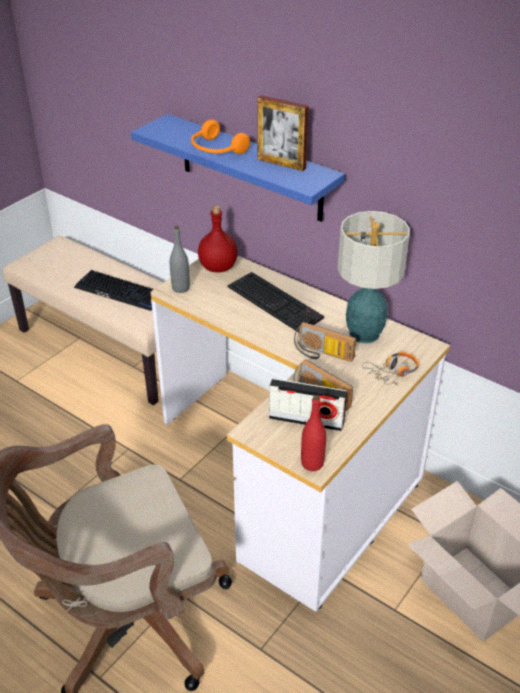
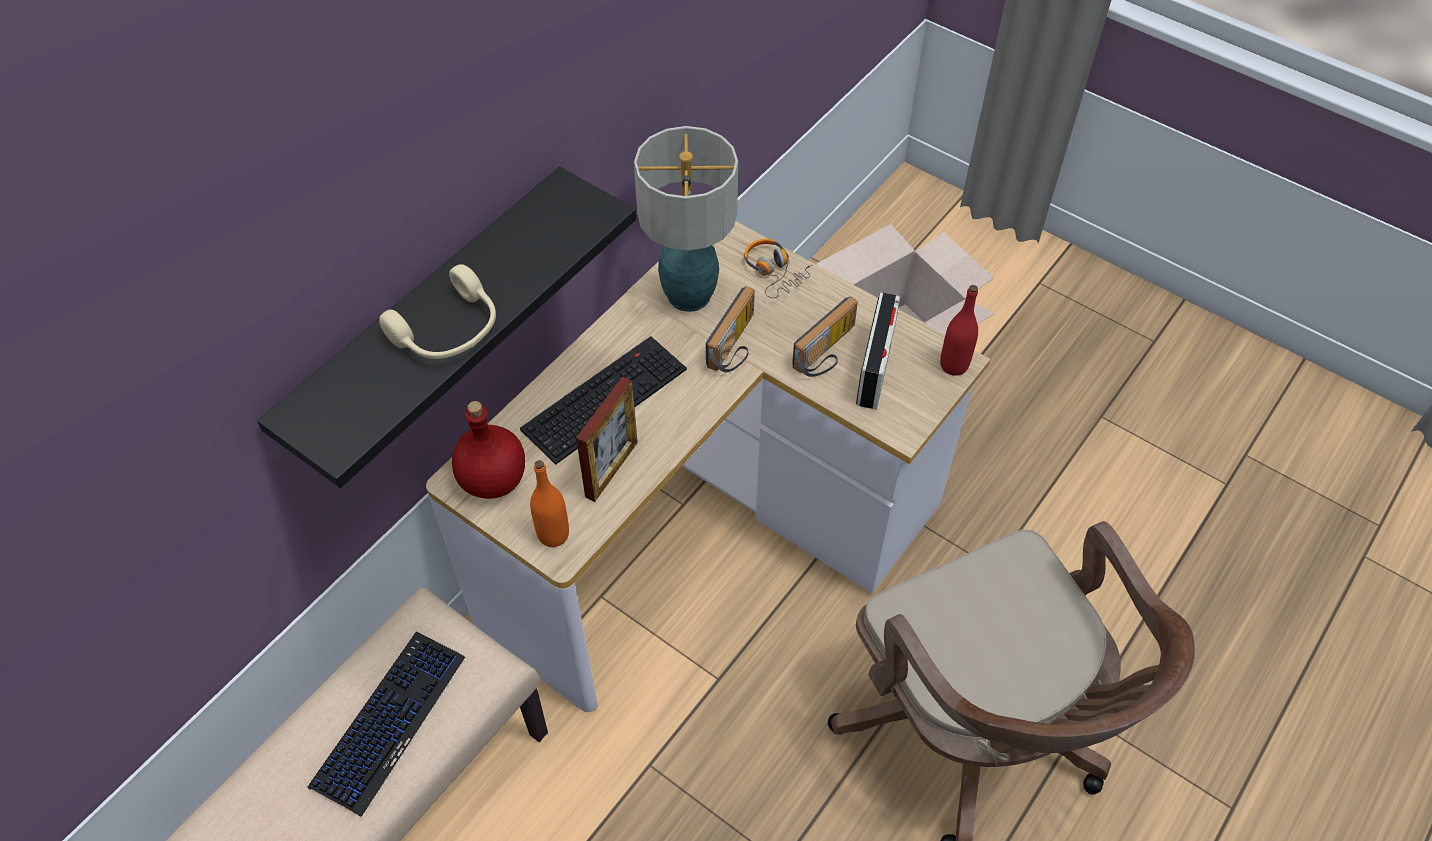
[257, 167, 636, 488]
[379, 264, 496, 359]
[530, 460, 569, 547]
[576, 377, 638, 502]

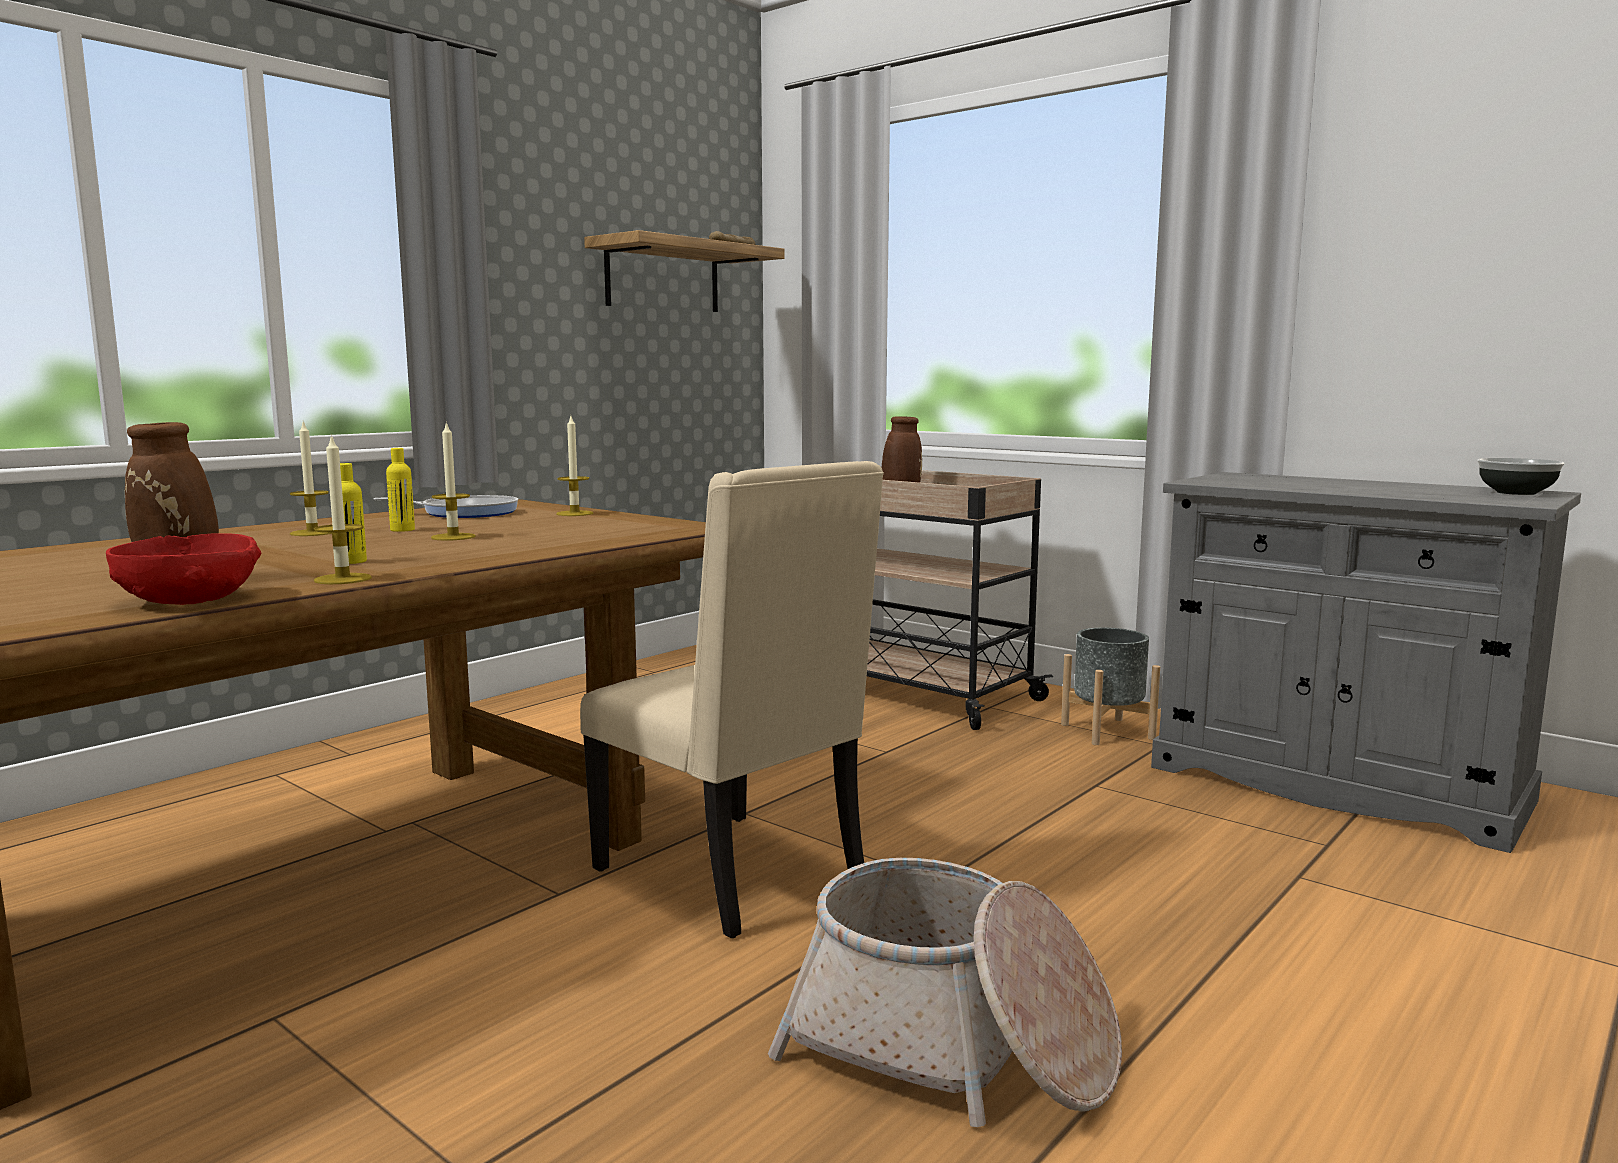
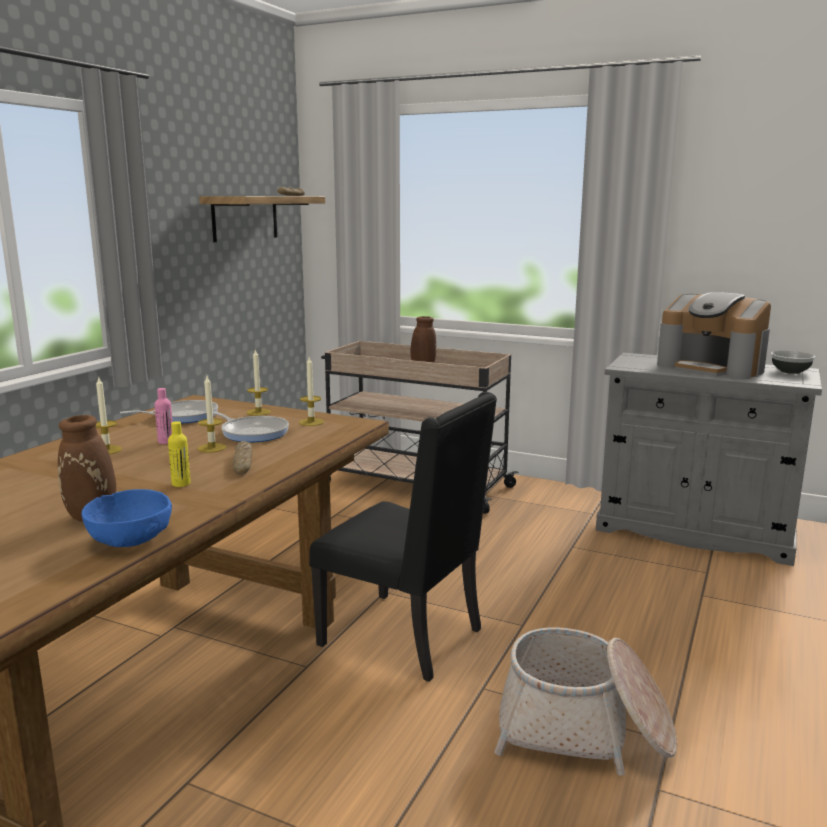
[82, 489, 172, 547]
[154, 388, 173, 444]
[213, 411, 289, 443]
[233, 441, 252, 475]
[299, 357, 324, 426]
[310, 392, 497, 682]
[657, 292, 771, 379]
[1061, 628, 1160, 745] (first image)

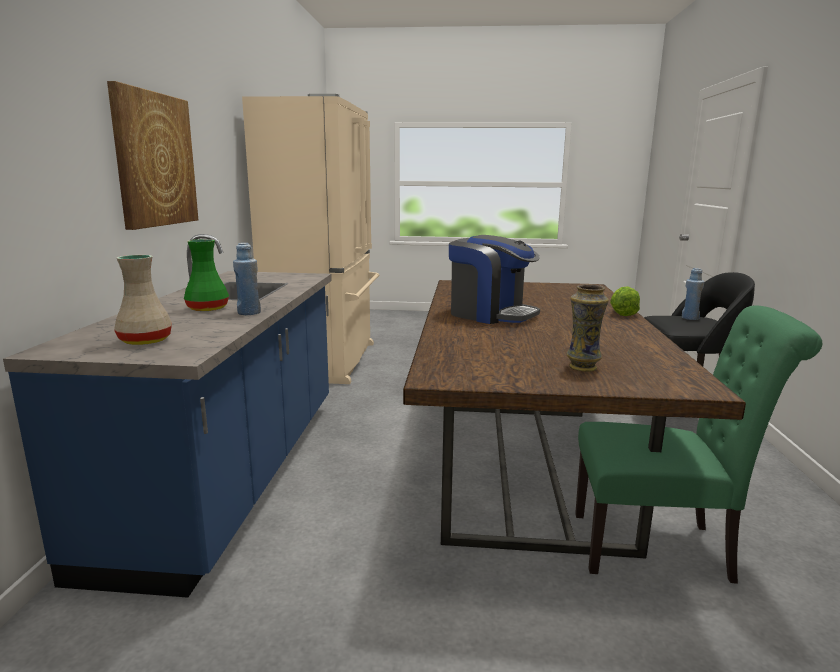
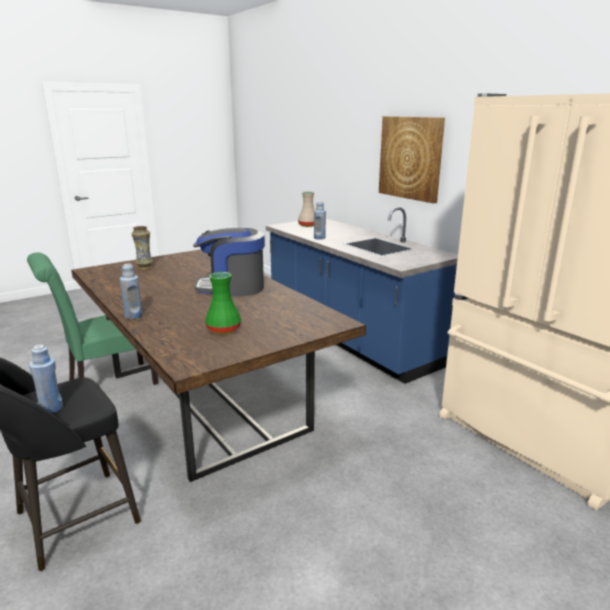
[120, 264, 143, 319]
[205, 272, 241, 334]

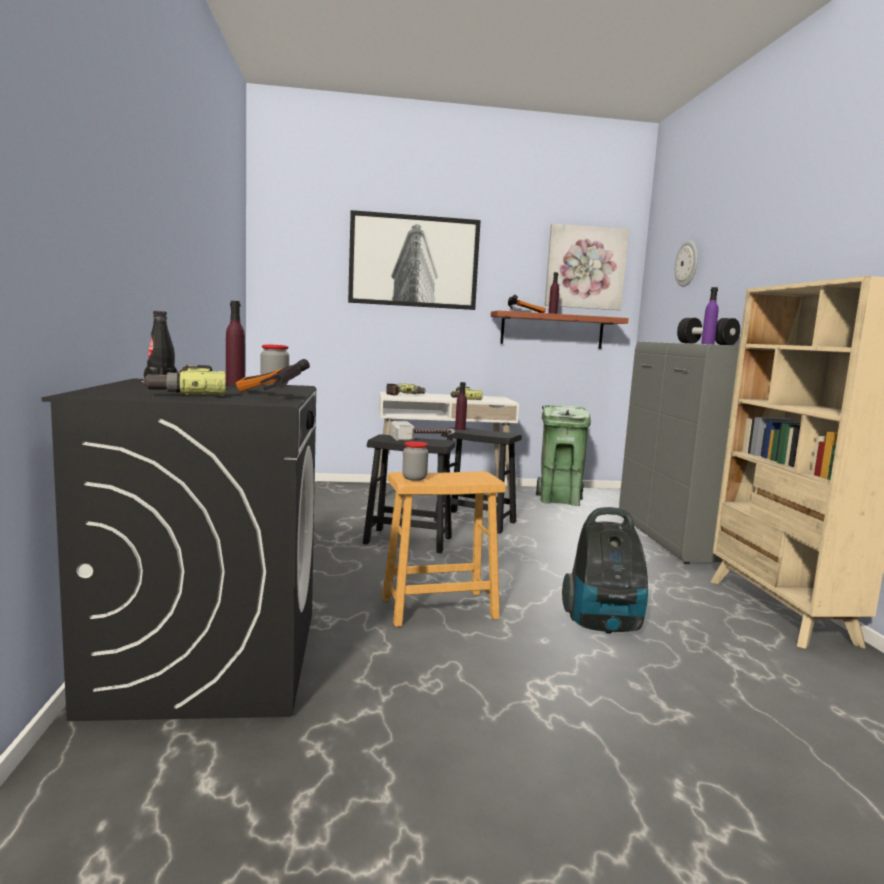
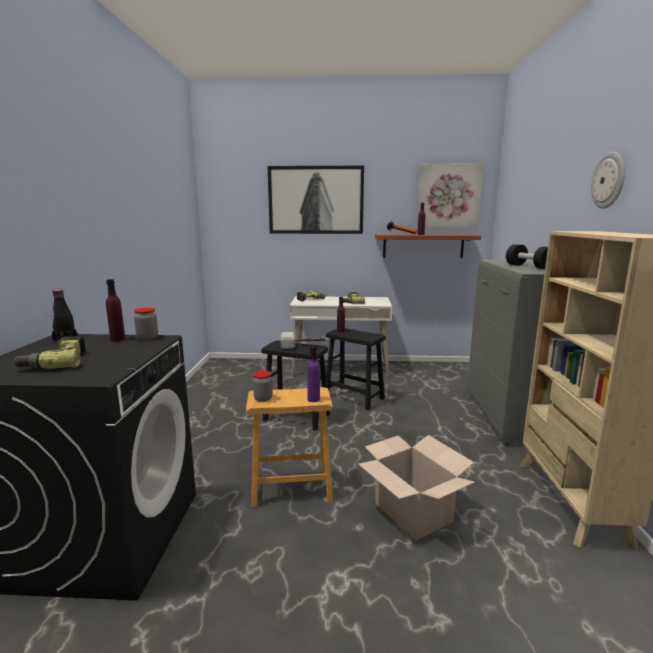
[307, 346, 320, 402]
[358, 435, 475, 540]
[591, 152, 625, 209]
[235, 359, 310, 392] (first image)
[536, 405, 591, 506] (first image)

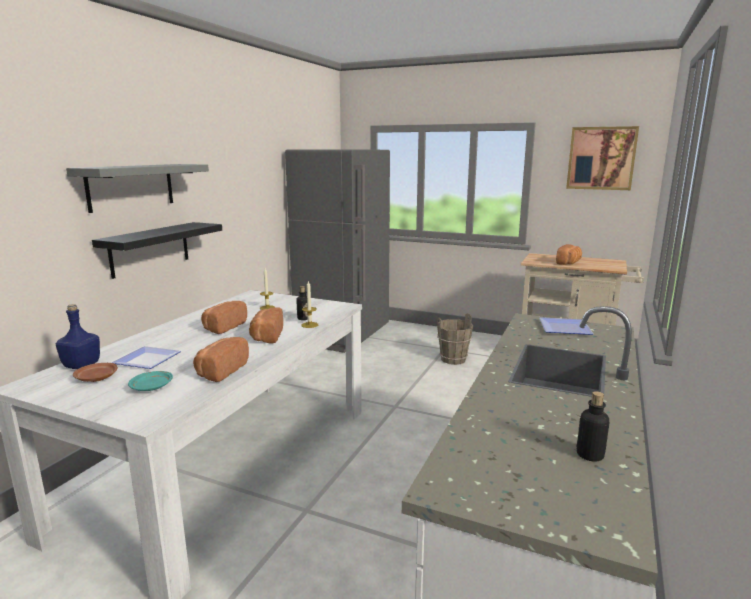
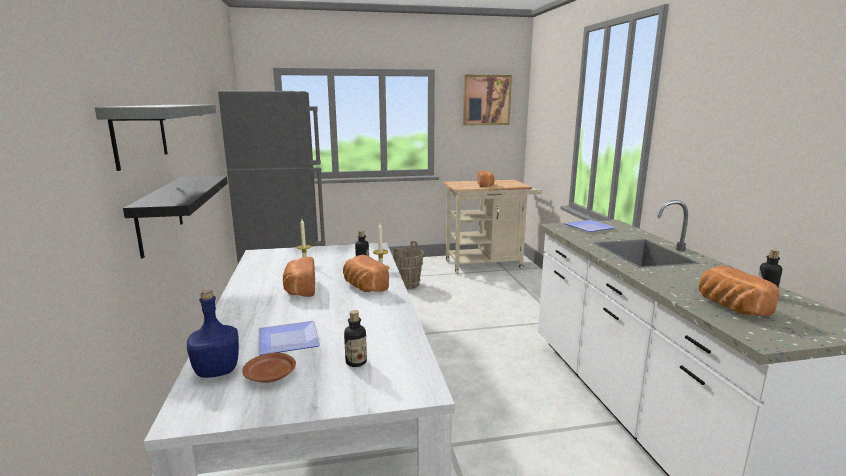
[344, 310, 367, 367]
[699, 265, 780, 316]

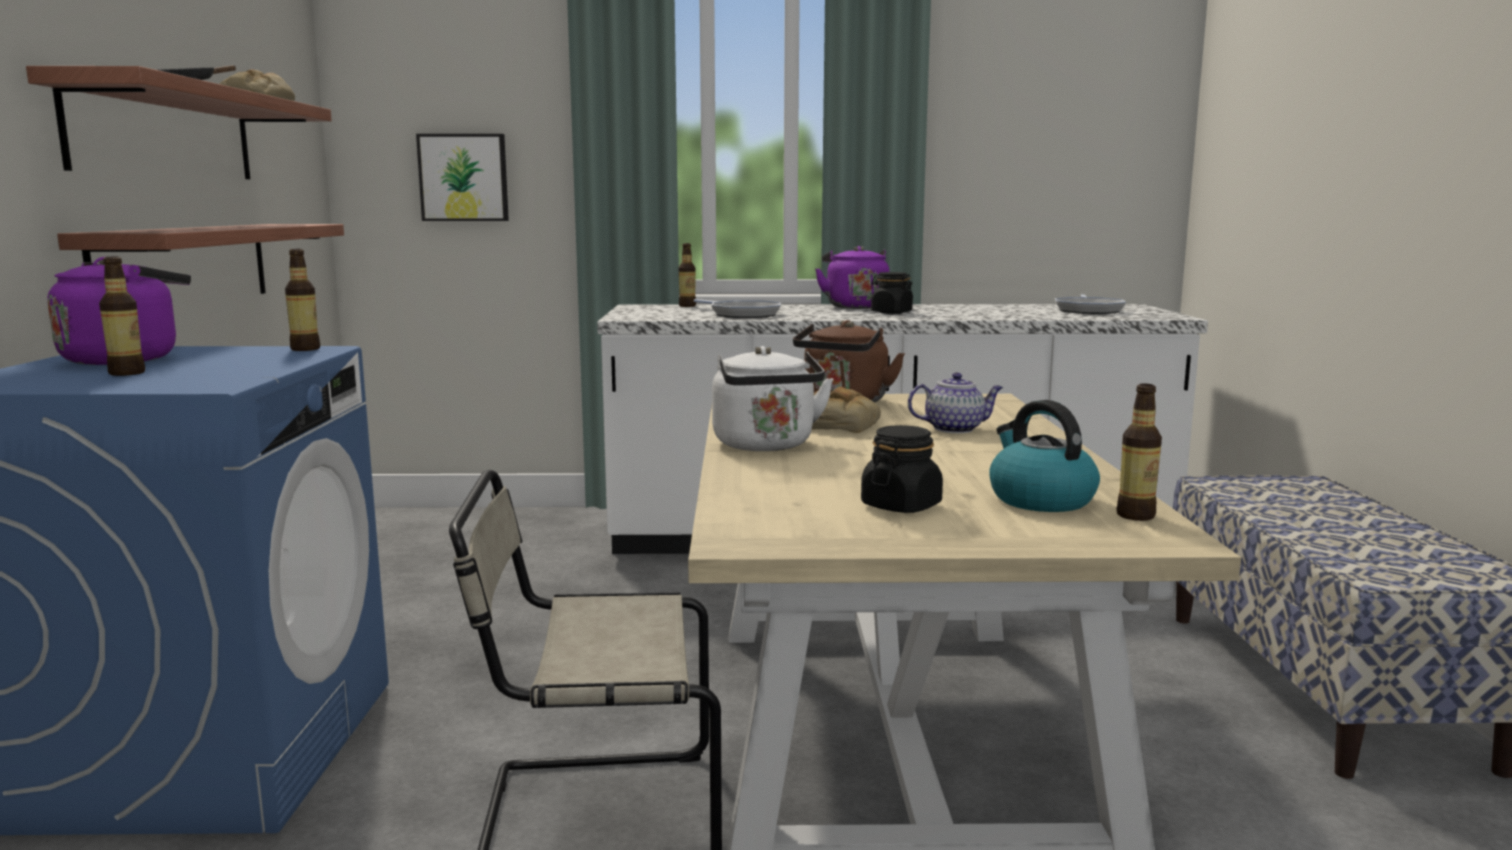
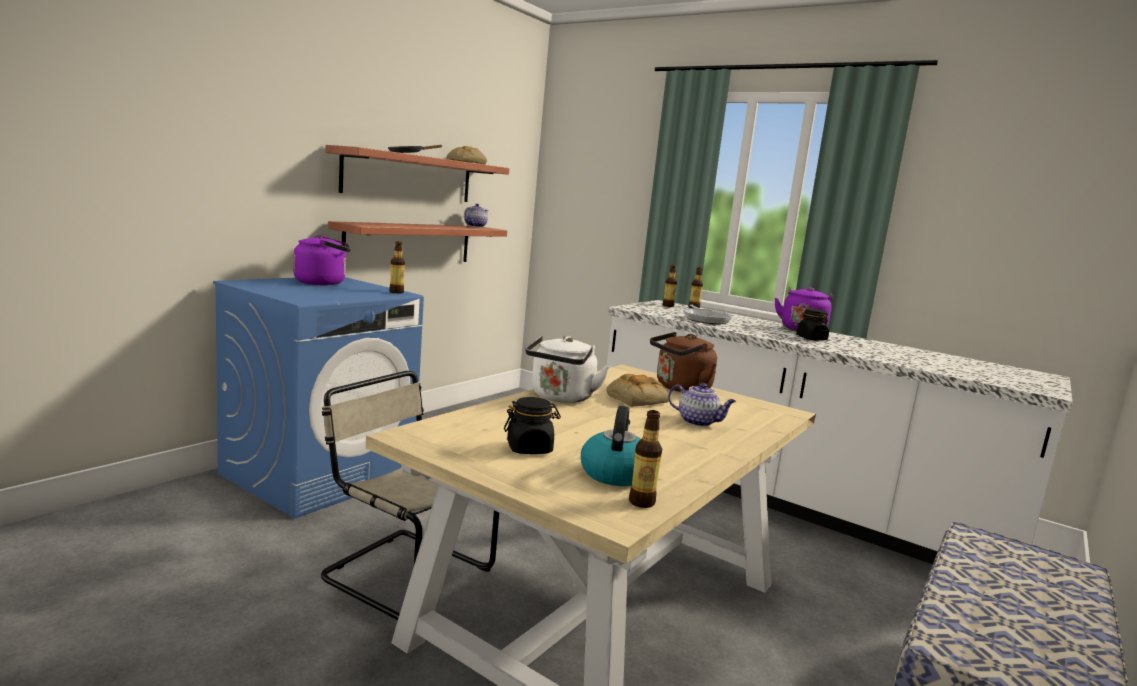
[464, 204, 489, 228]
[663, 265, 677, 307]
[416, 134, 509, 221] (first image)
[1055, 294, 1126, 314] (first image)

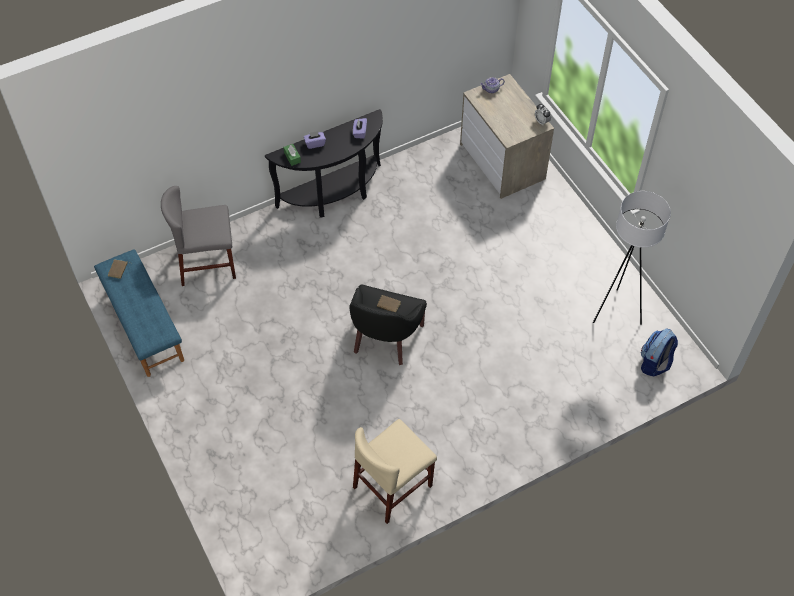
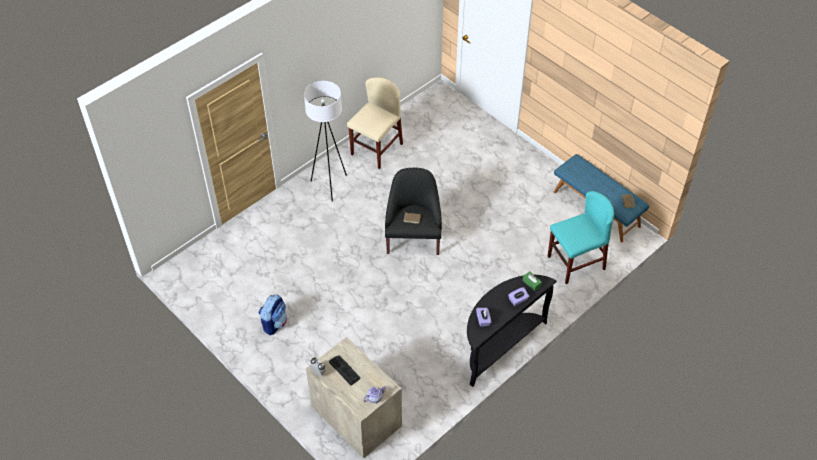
[259, 294, 287, 335]
[304, 81, 347, 201]
[329, 355, 360, 385]
[547, 191, 614, 284]

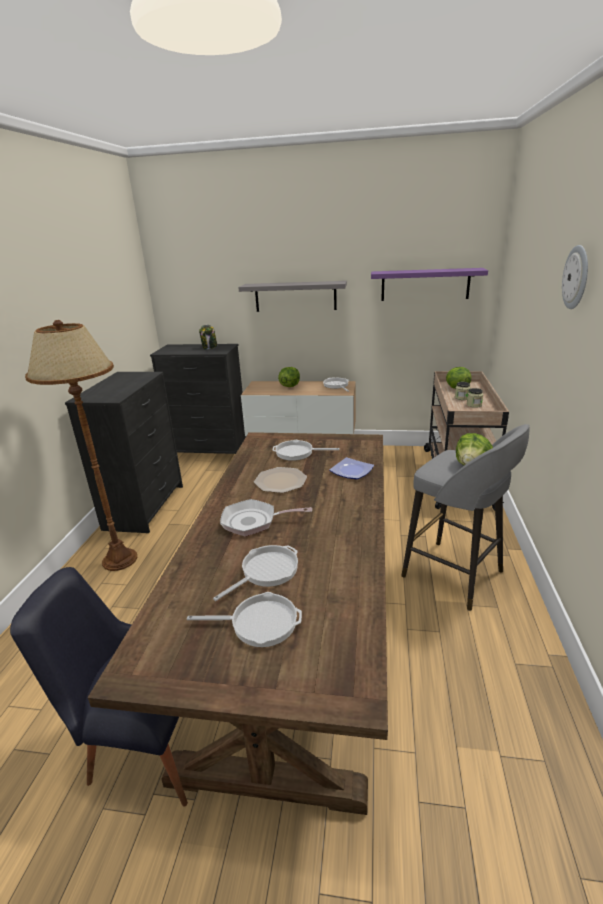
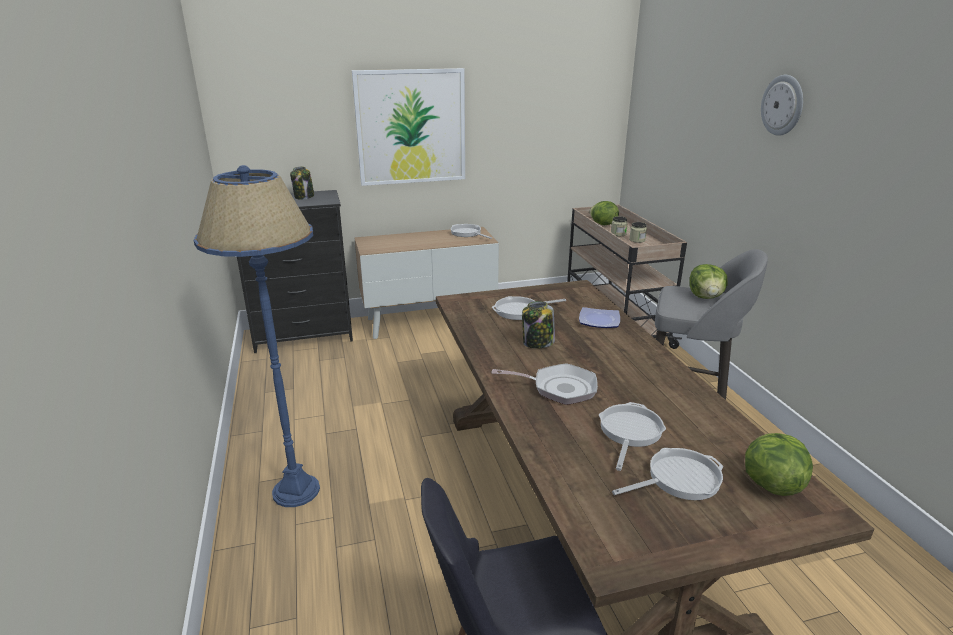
[193, 165, 320, 507]
[352, 68, 465, 186]
[492, 363, 598, 405]
[522, 301, 555, 348]
[745, 433, 813, 496]
[65, 372, 183, 533] (first image)
[371, 268, 488, 301] (first image)

